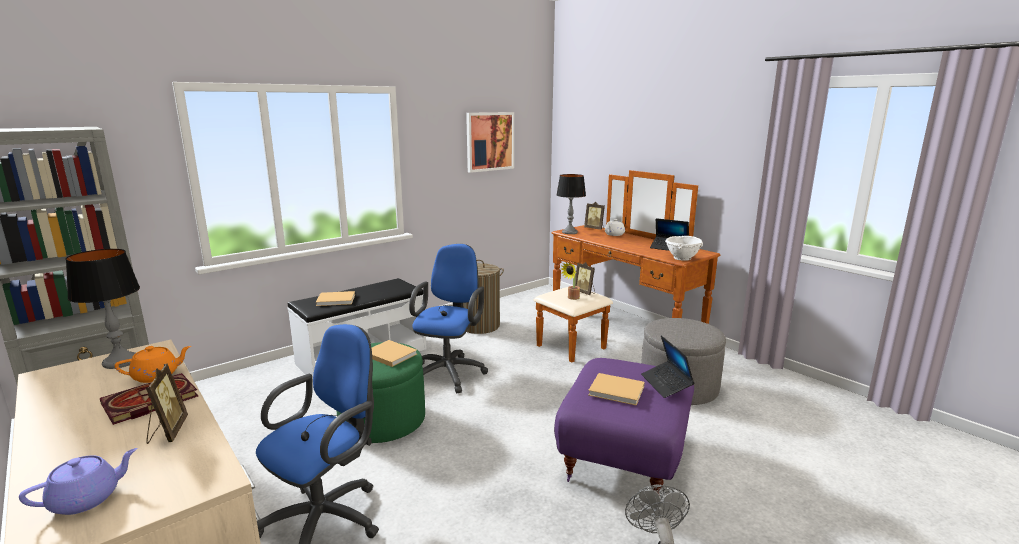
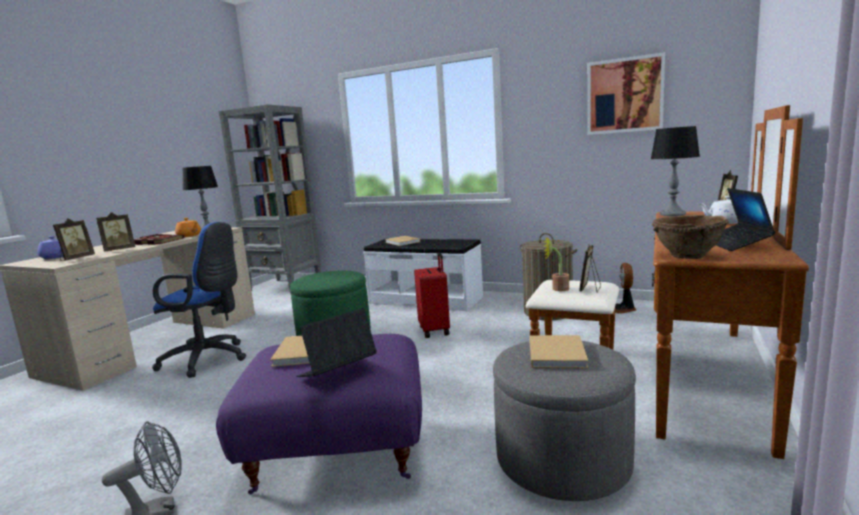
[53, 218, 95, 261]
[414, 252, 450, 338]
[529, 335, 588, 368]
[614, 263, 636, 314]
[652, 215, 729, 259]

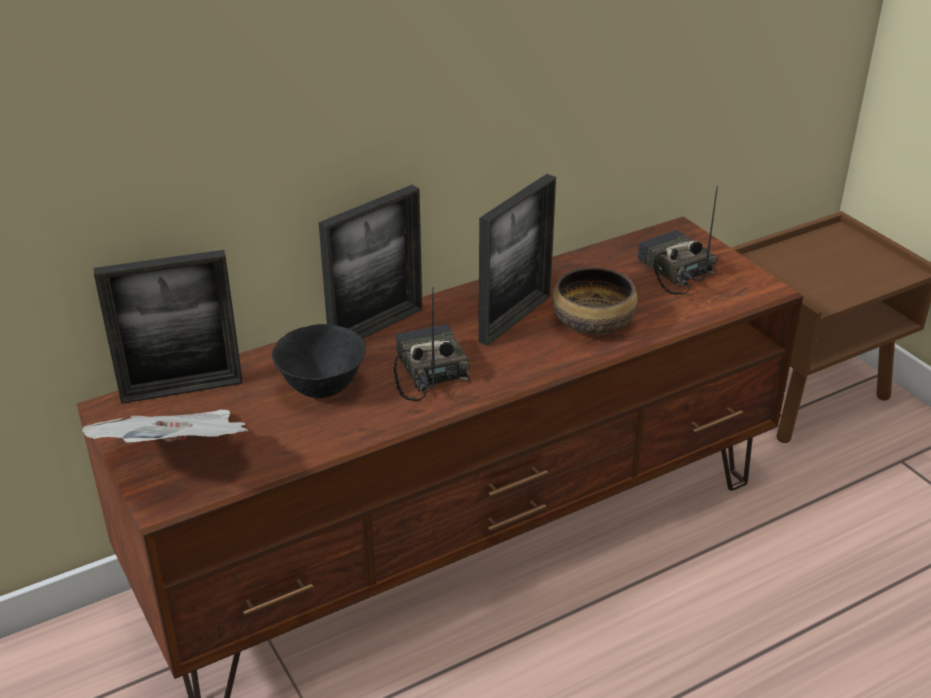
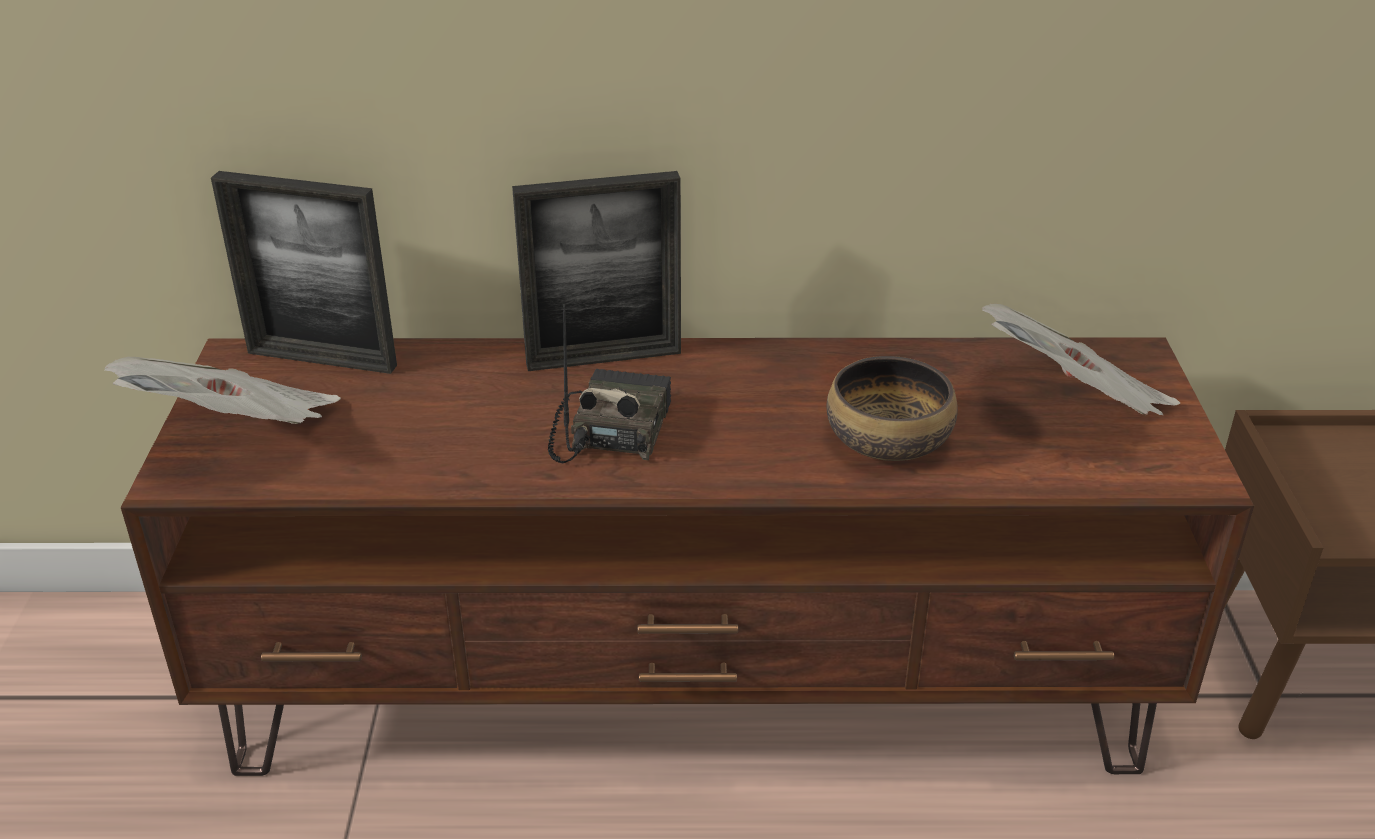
[982, 304, 1180, 415]
[272, 324, 366, 398] (first image)
[478, 174, 556, 346] (first image)

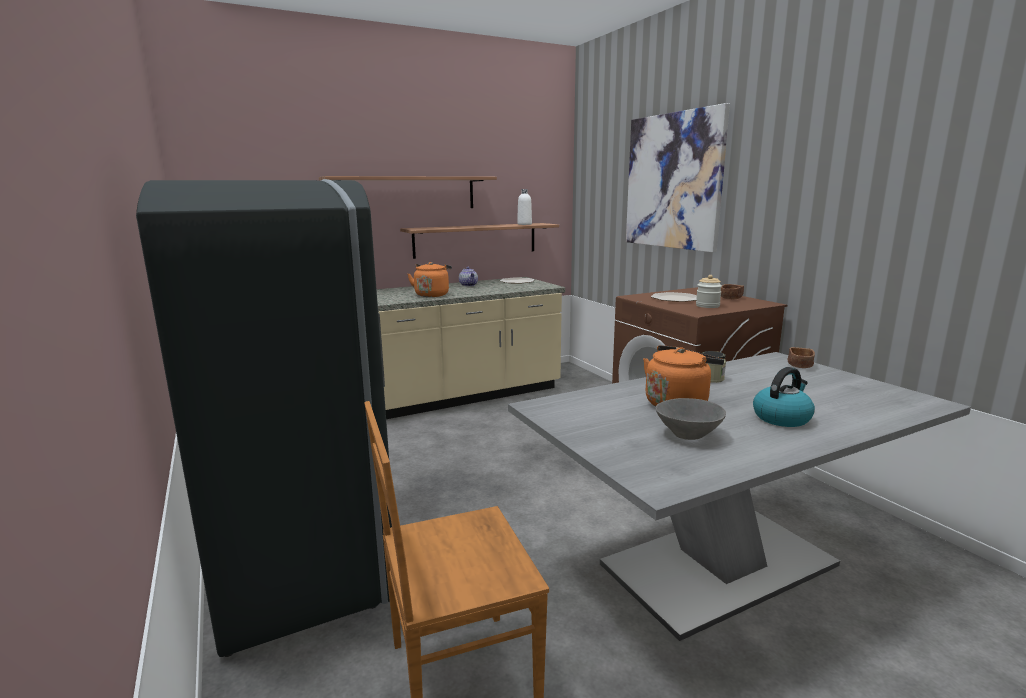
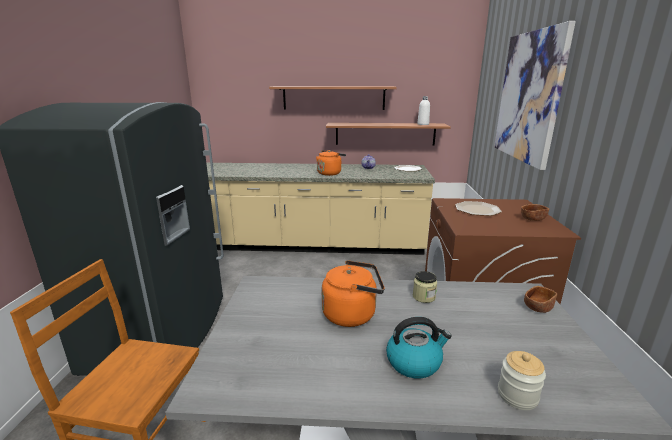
[498, 351, 546, 410]
[656, 398, 726, 440] (first image)

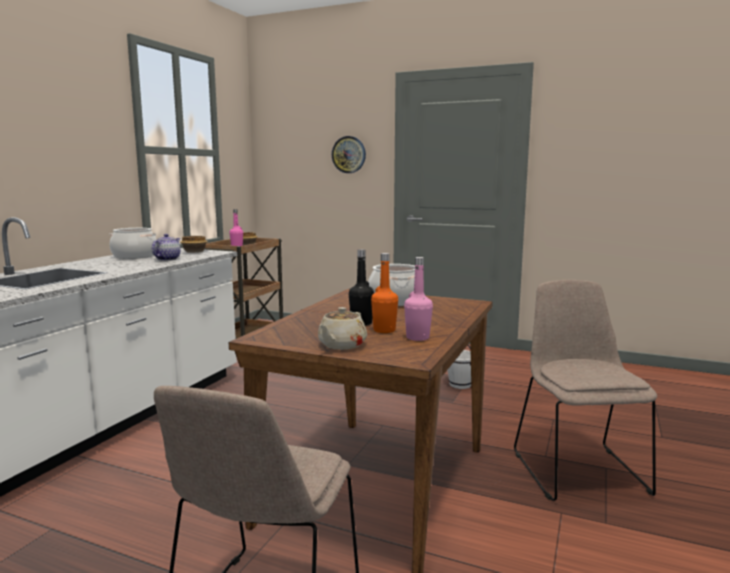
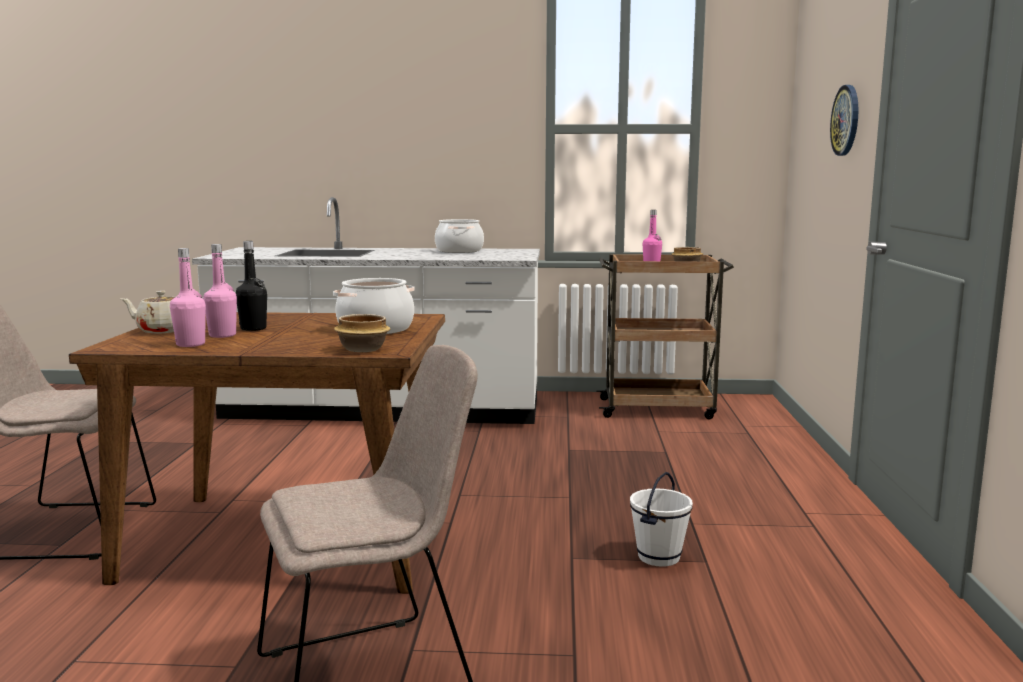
[203, 244, 237, 338]
[334, 314, 390, 352]
[152, 234, 181, 261] (first image)

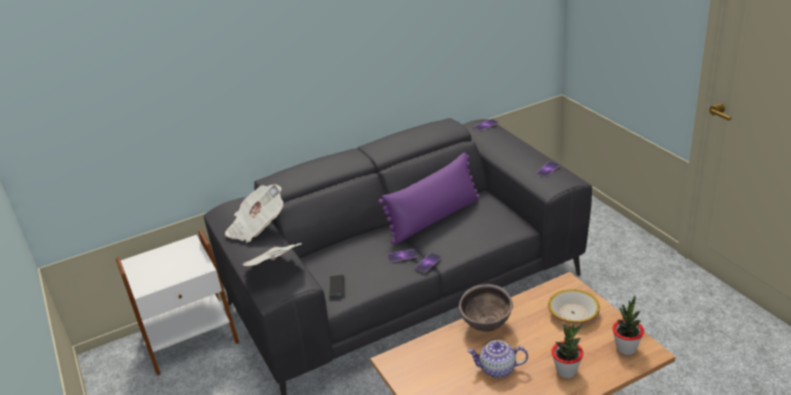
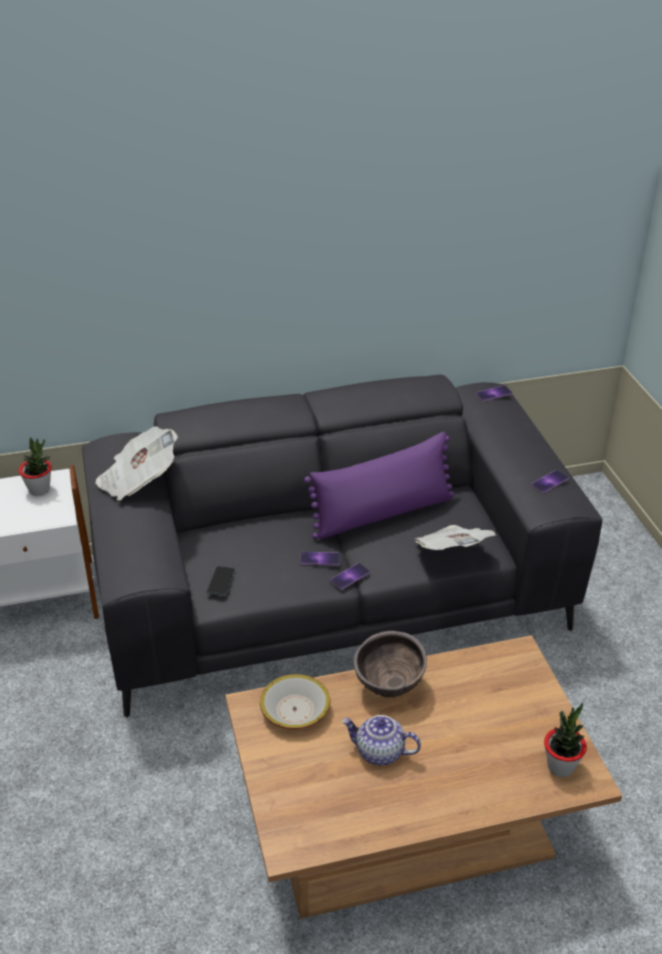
[19, 437, 52, 496]
[260, 674, 330, 729]
[414, 525, 496, 550]

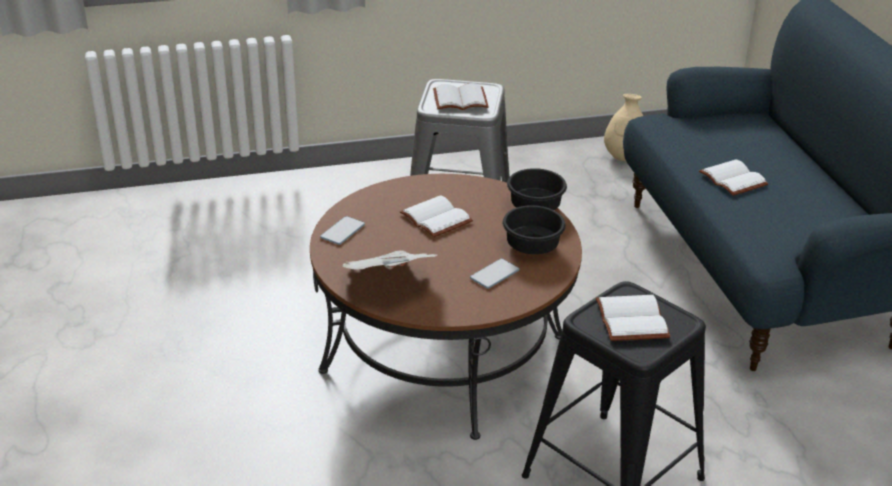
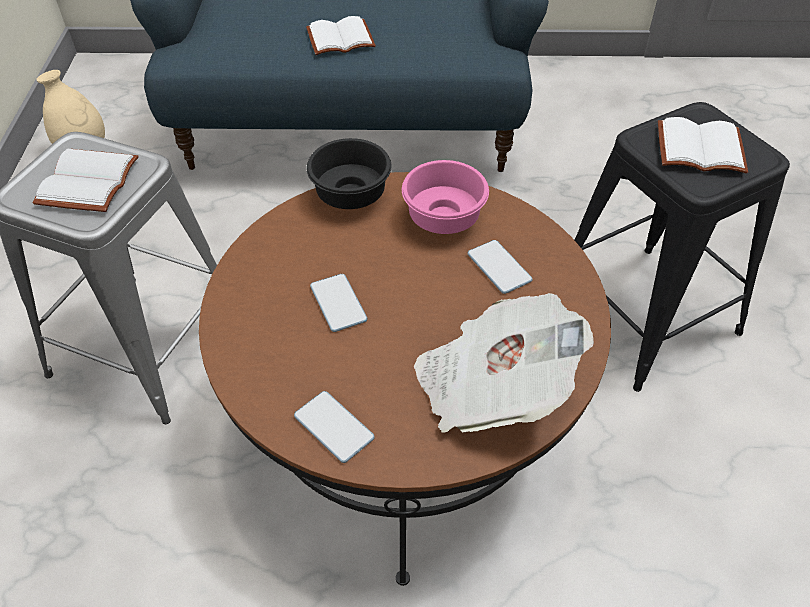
[310, 274, 367, 332]
[402, 160, 489, 234]

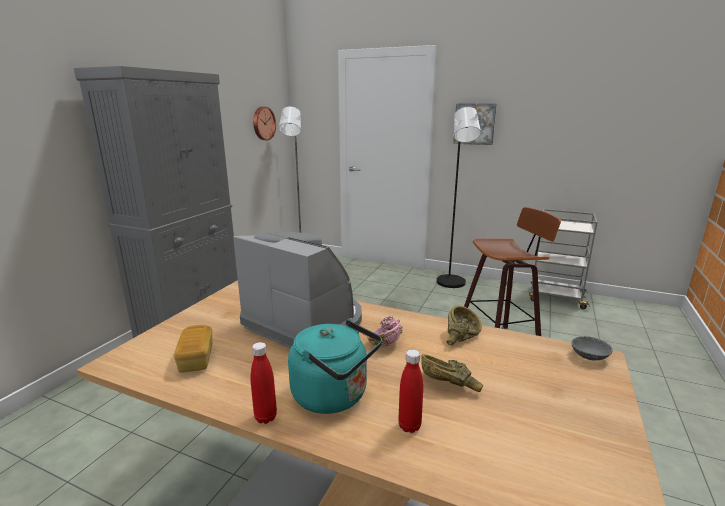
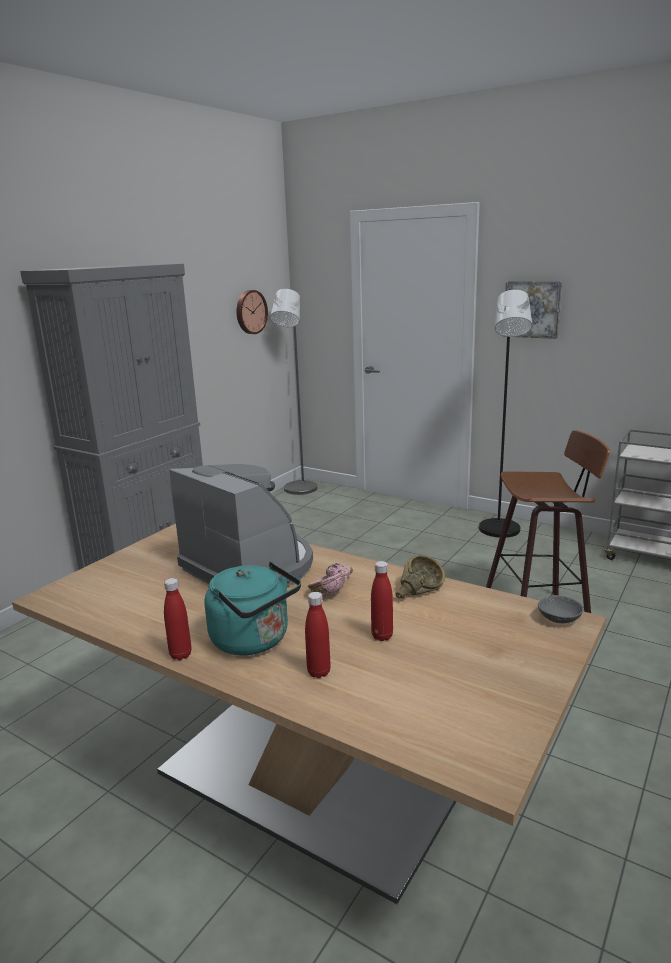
[371, 561, 393, 641]
[174, 325, 212, 372] (first image)

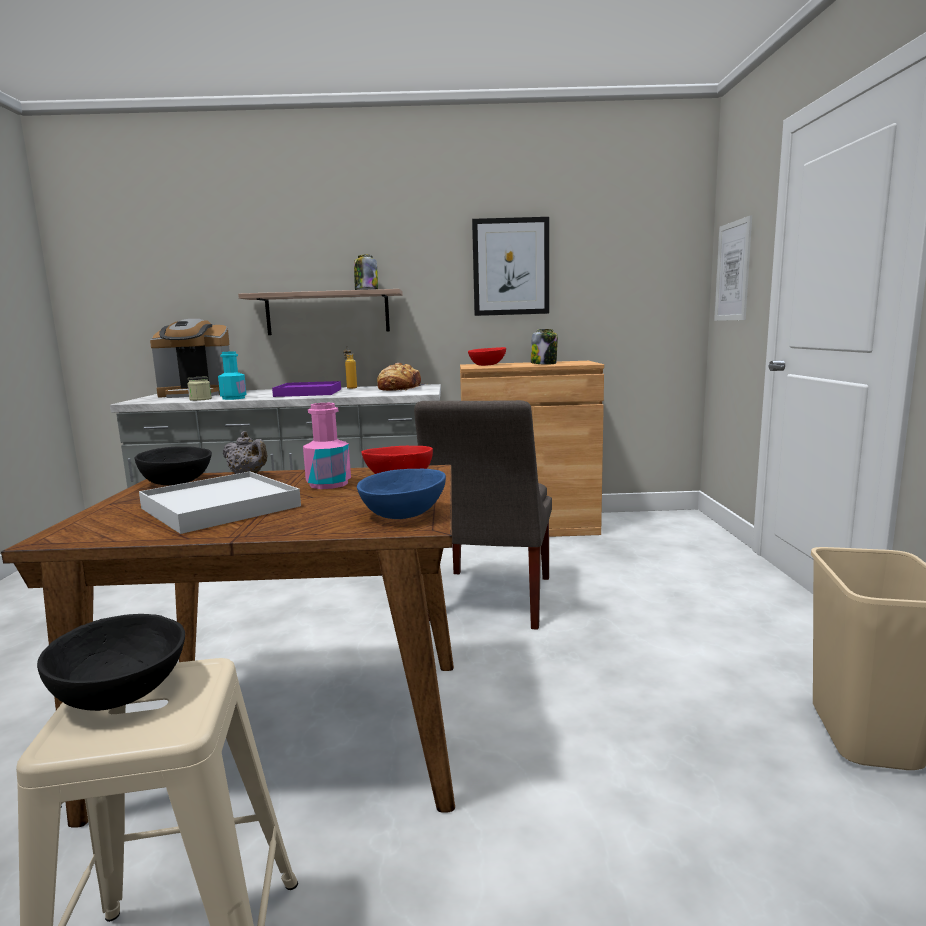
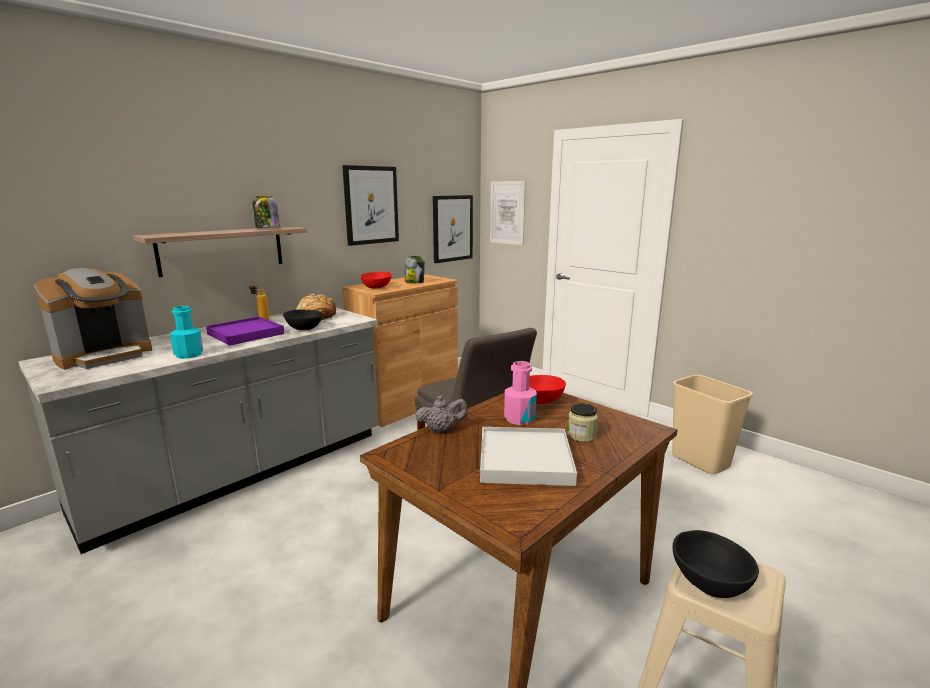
[283, 310, 323, 330]
[433, 195, 473, 263]
[568, 403, 598, 442]
[357, 469, 446, 519] (first image)

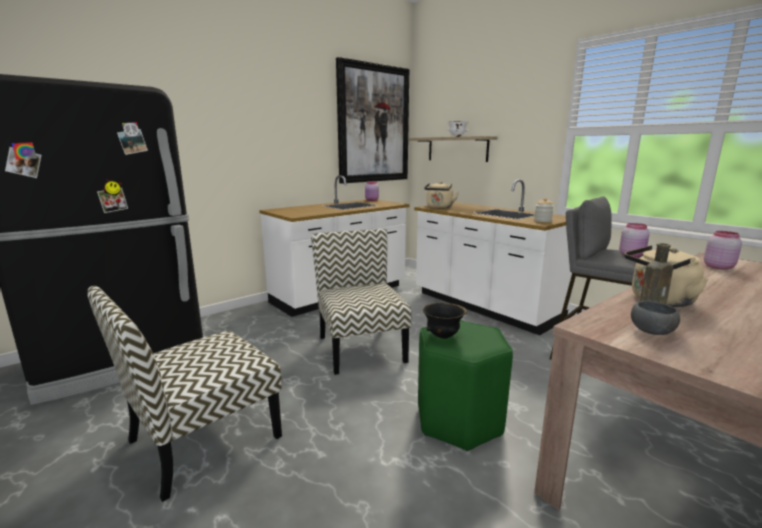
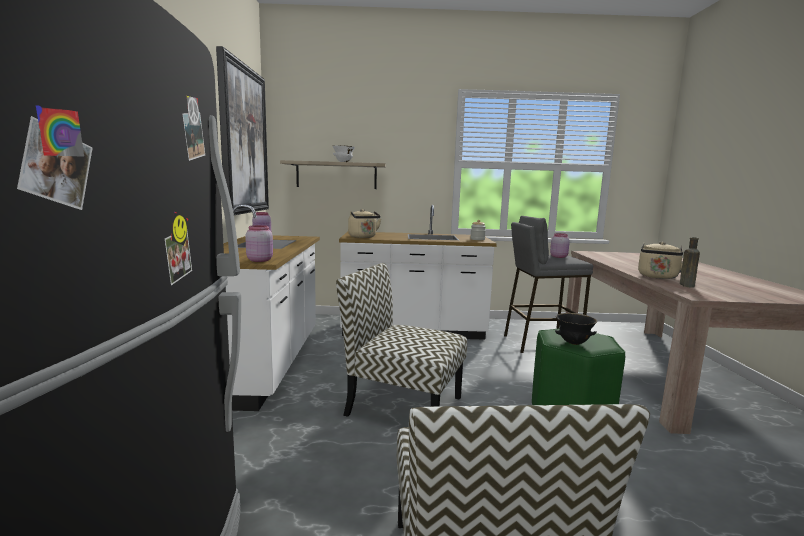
[245, 225, 273, 262]
[631, 301, 680, 335] (first image)

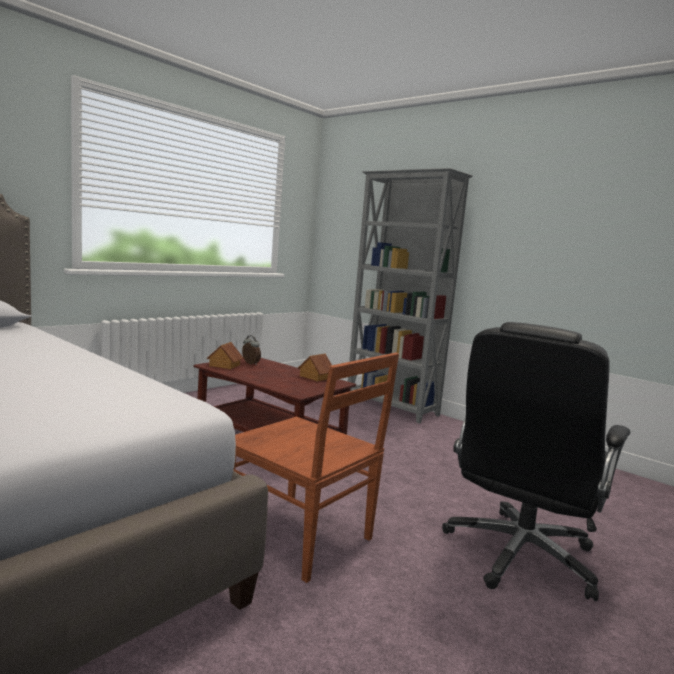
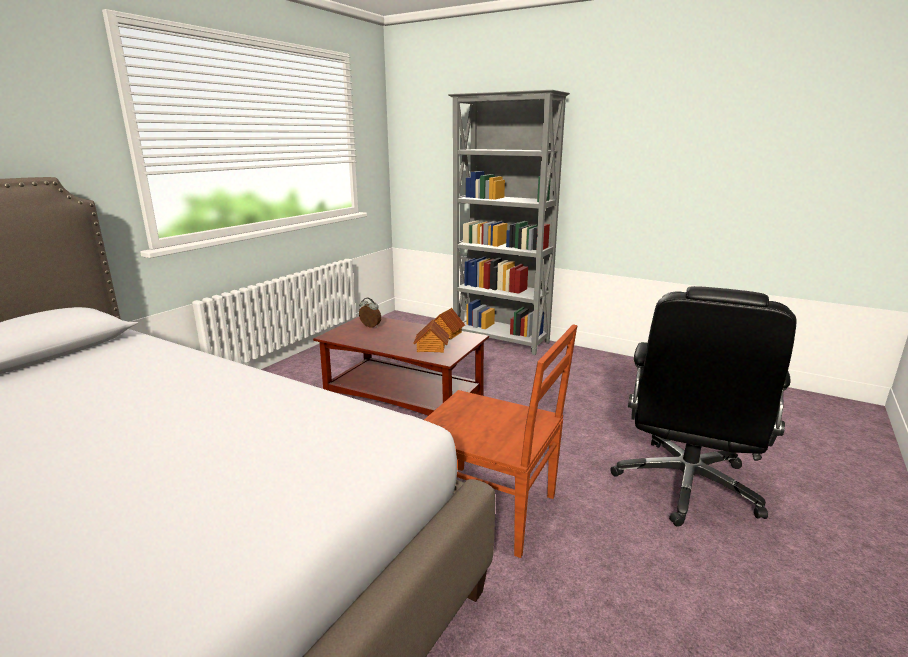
[413, 319, 449, 353]

